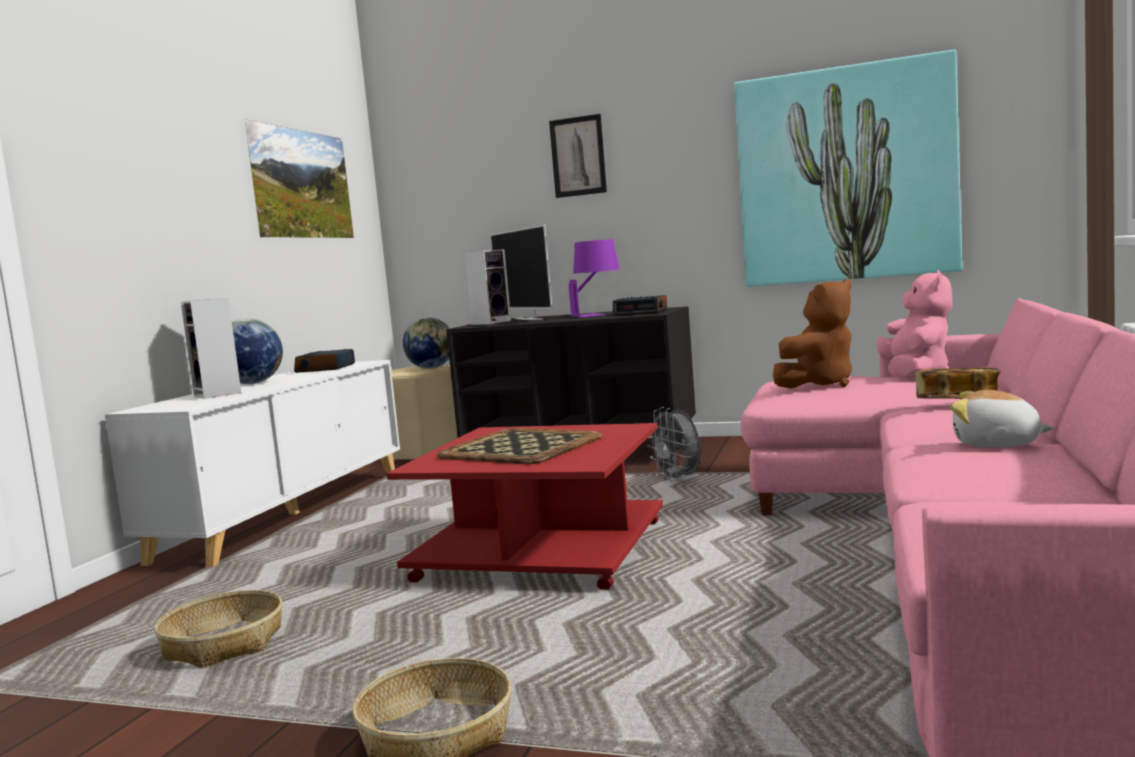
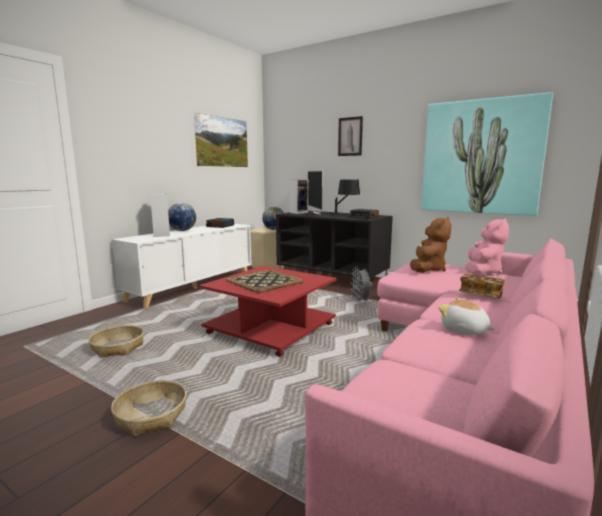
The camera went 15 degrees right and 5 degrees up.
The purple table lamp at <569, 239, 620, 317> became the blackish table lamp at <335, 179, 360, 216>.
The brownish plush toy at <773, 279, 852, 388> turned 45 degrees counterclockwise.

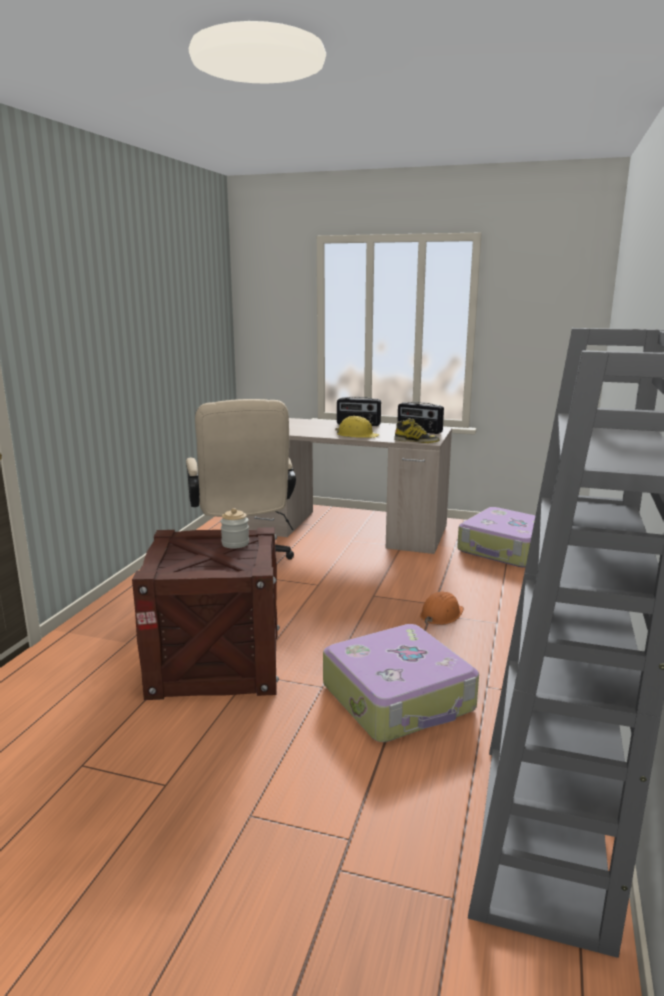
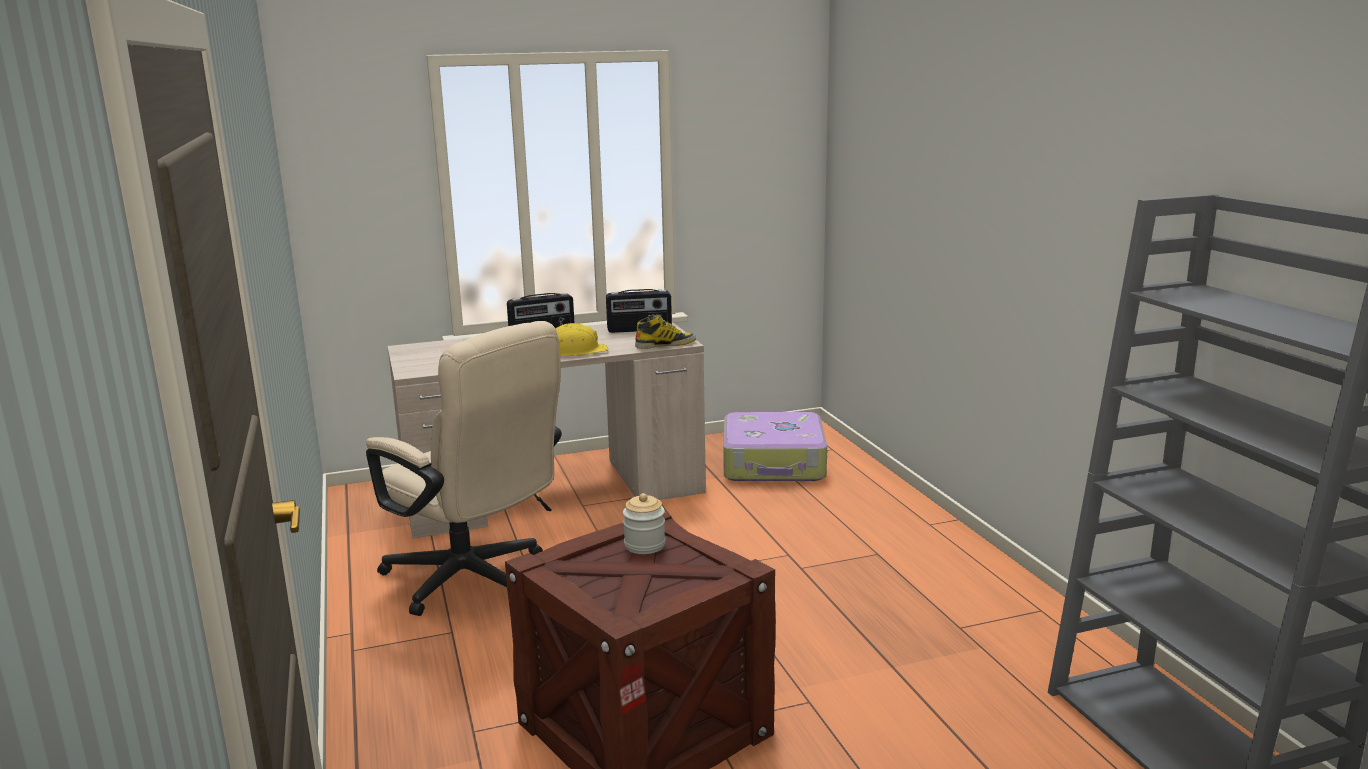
The camera went 35 degrees left and 0 degrees up.
The orange-coloured work helmet at <420, 592, 464, 625> disappeared.
The piece of luggage at <323, 624, 479, 742> disappeared.

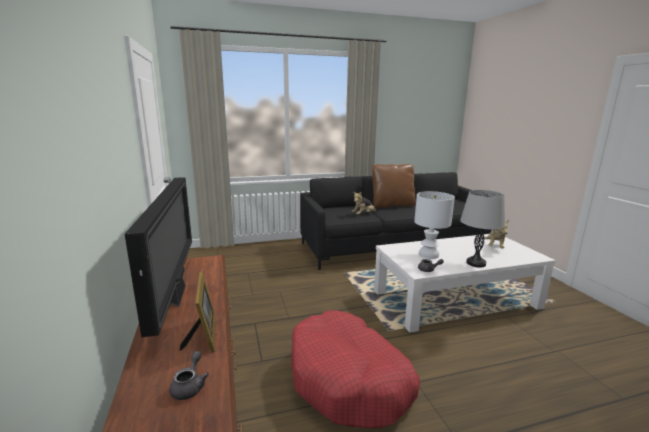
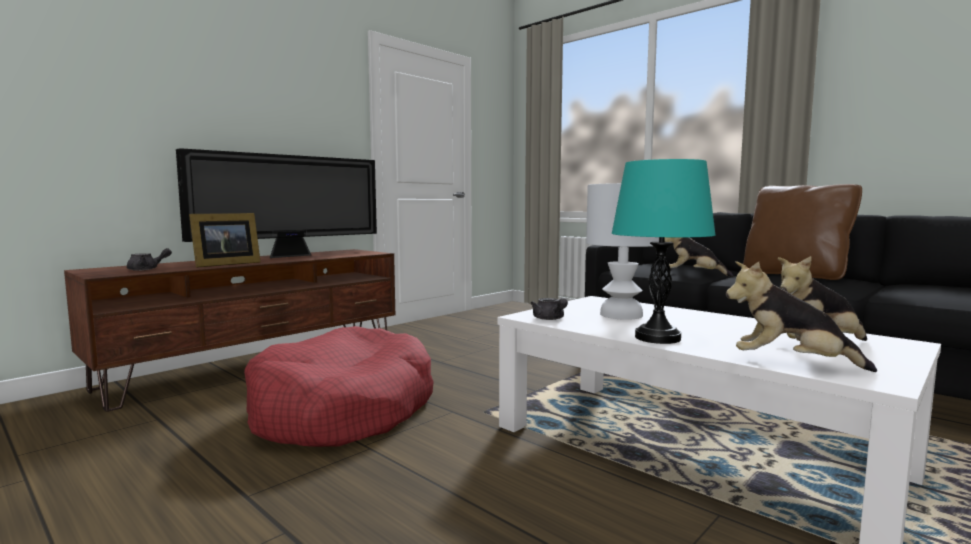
The camera went 60 degrees right and 10 degrees down.
The greyish table lamp at <460, 190, 505, 267> became the blue-green table lamp at <612, 159, 716, 344>.
The plush toy at <726, 261, 877, 372> appeared.

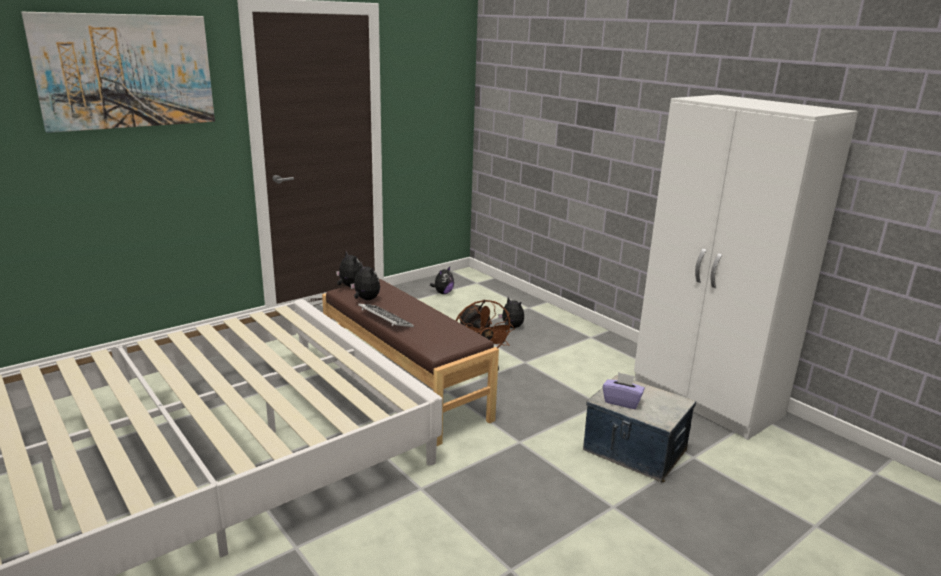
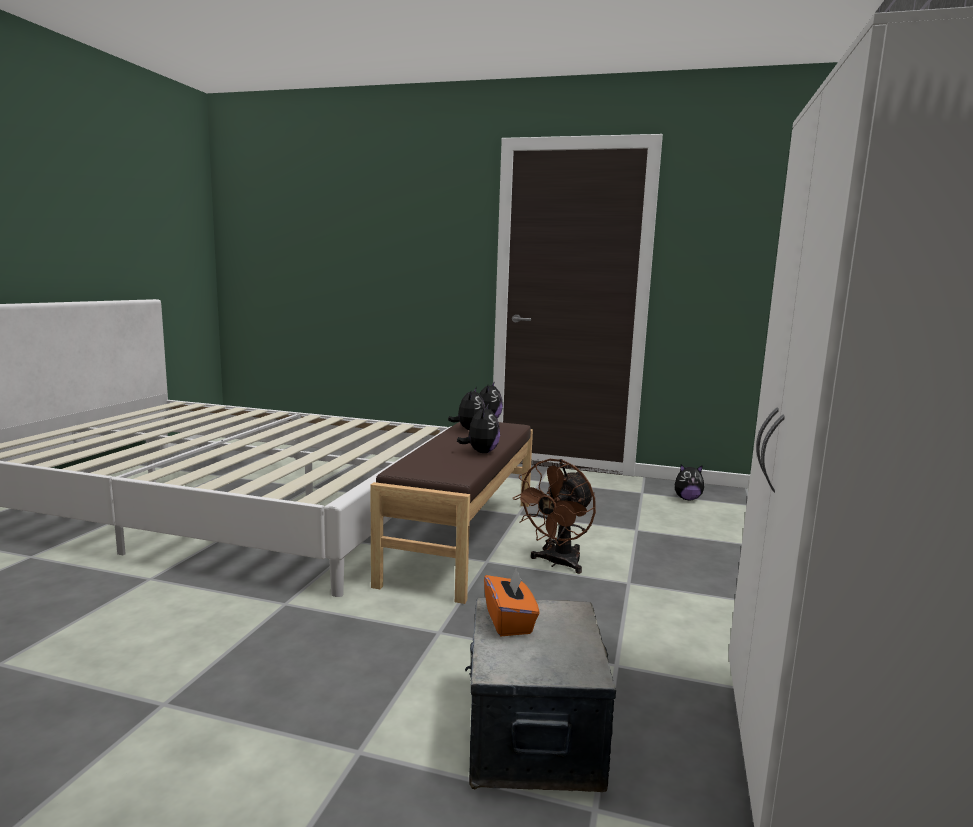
The camera went 55 degrees right and 10 degrees down.
The wall art at <21, 12, 215, 133> disappeared.
The plush toy moved from <498, 297, 524, 328> to <457, 403, 500, 453>.
The PC keyboard at <358, 304, 414, 327> disappeared.
The purple tissue box at <603, 372, 645, 409> became the orange-coloured tissue box at <484, 569, 540, 636>.

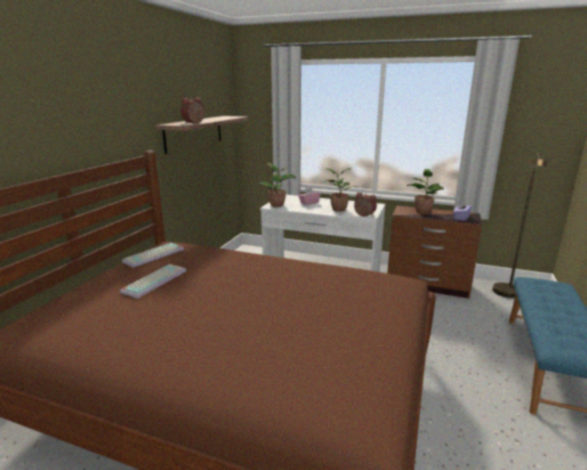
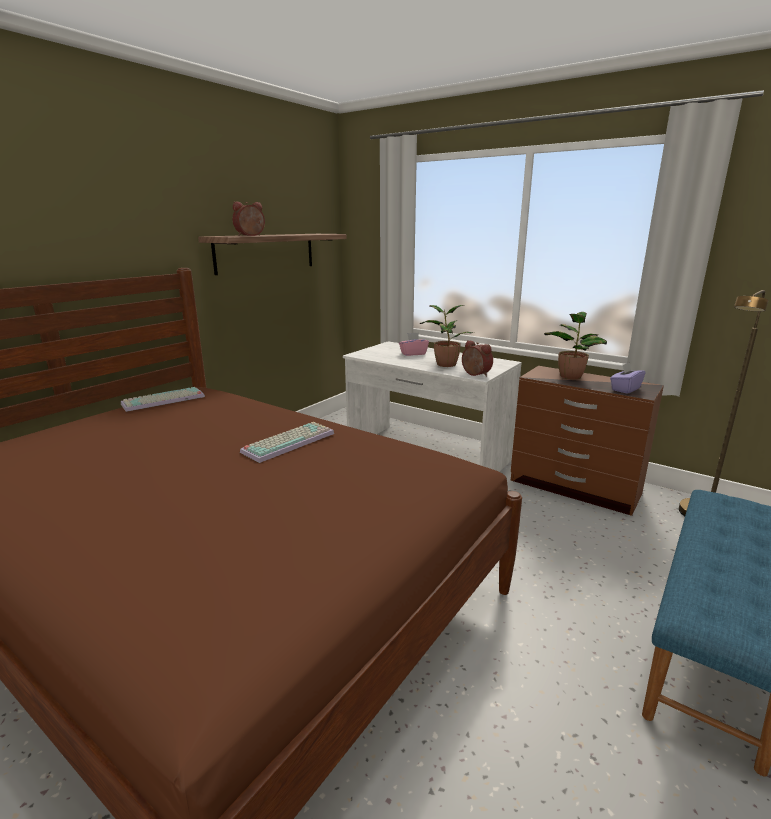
The camera went 15 degrees right and 0 degrees up.
The plant in a pot at <259, 163, 296, 207> disappeared.
The PC keyboard moved from <120, 264, 186, 299> to <240, 422, 334, 463>.

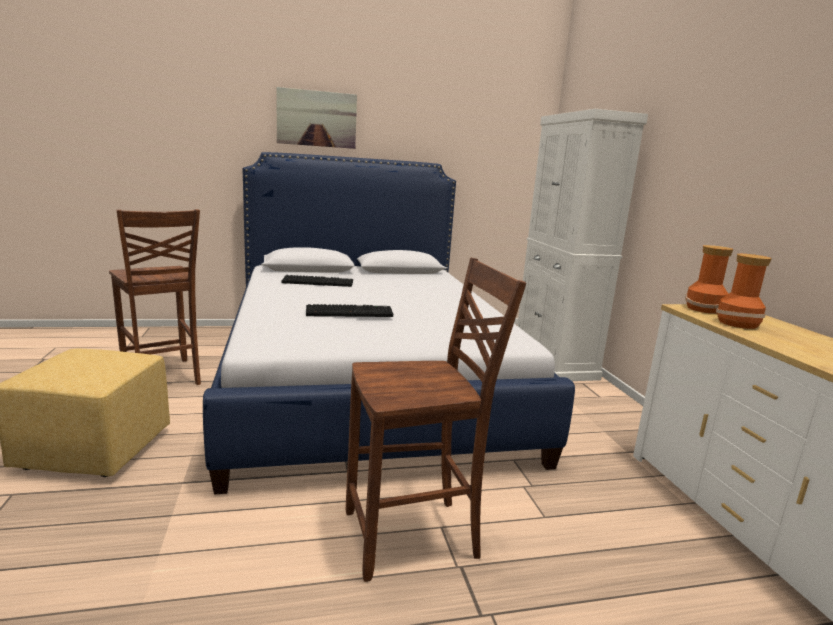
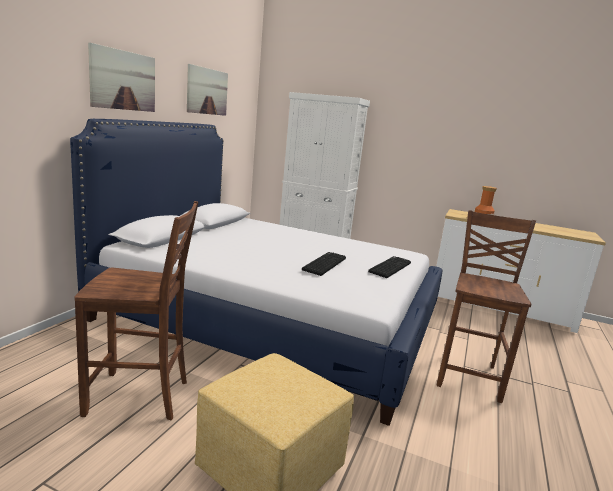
The camera went 55 degrees left and 0 degrees up.
The flower vase at <685, 245, 734, 314> disappeared.
The PC keyboard moved from <282, 275, 353, 287> to <368, 256, 411, 278>.
The wall art at <187, 64, 228, 116> appeared.

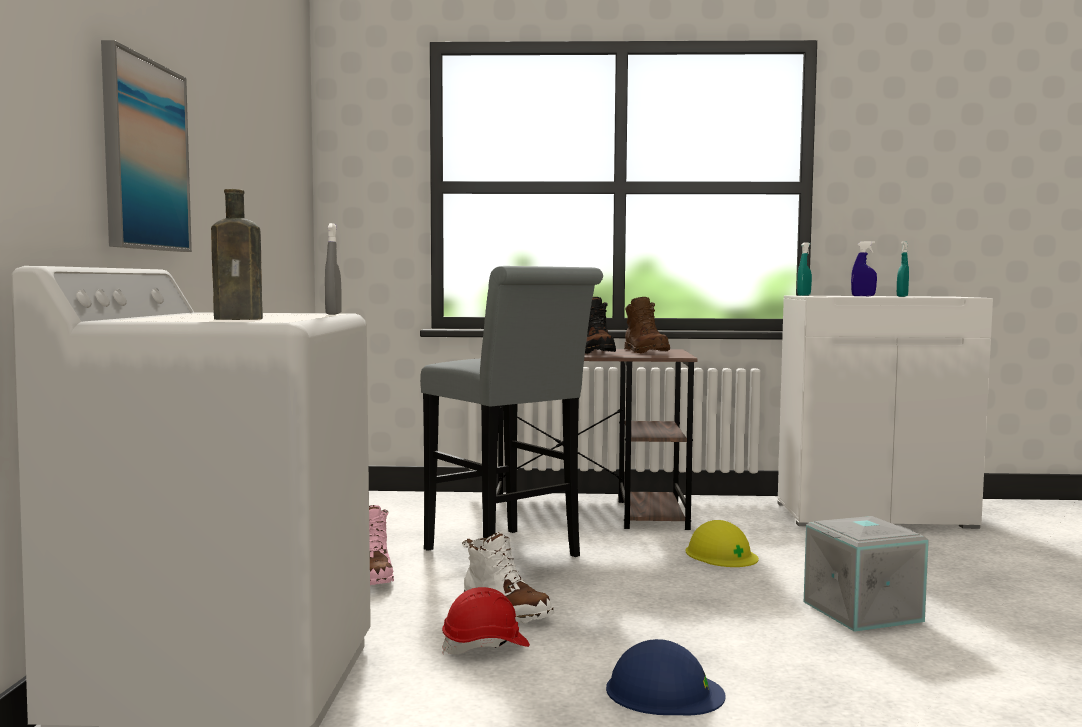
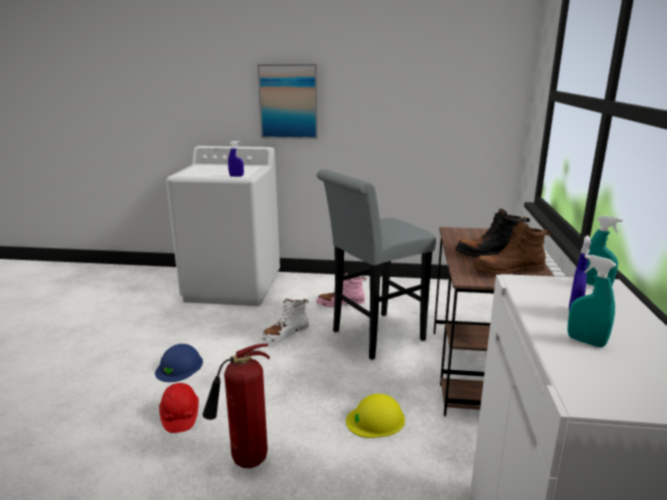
The camera went 95 degrees right and 15 degrees up.
The brownish beverage bottle at <211, 189, 263, 320> disappeared.
The greyish hand sprayer at <325, 223, 341, 315> became the bluish hand sprayer at <228, 141, 244, 177>.
The greyish storage box at <804, 516, 929, 632> was replaced by the fire extinguisher at <202, 344, 270, 468>.
The reddish work helmet moved from <442, 587, 530, 654> to <159, 383, 199, 433>.

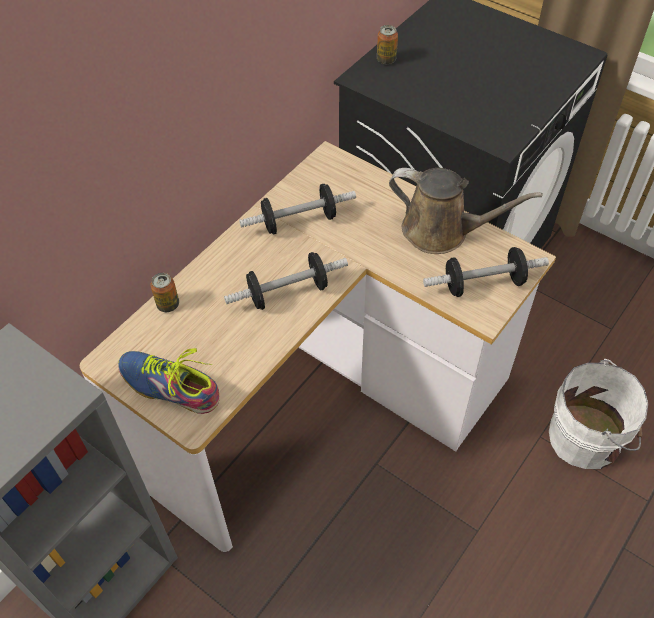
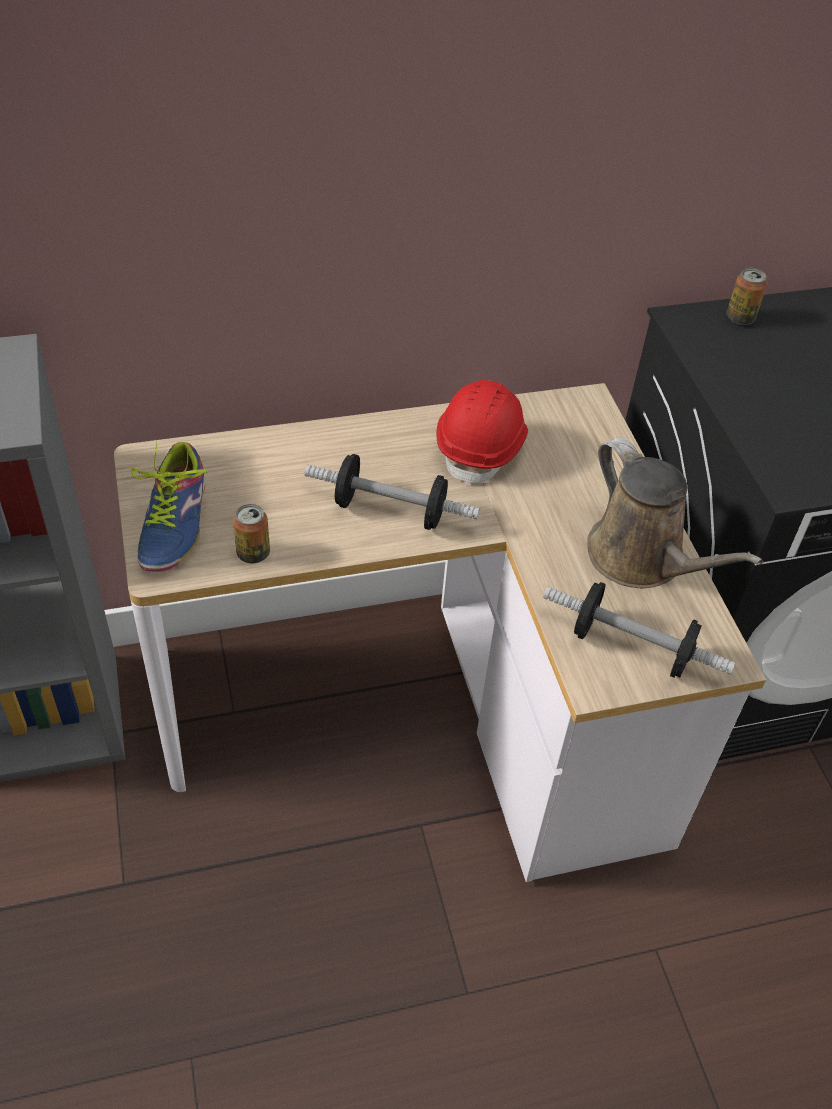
The camera went 35 degrees right and 5 degrees down.
The hand weight at <239, 184, 356, 234> was replaced by the reddish work helmet at <436, 380, 528, 487>.
The sealed can moved from <150, 273, 179, 312> to <233, 504, 270, 563>.
The low shoe at <118, 348, 220, 414> turned 150 degrees counterclockwise.
The white-coloured water bucket at <549, 359, 648, 469> disappeared.

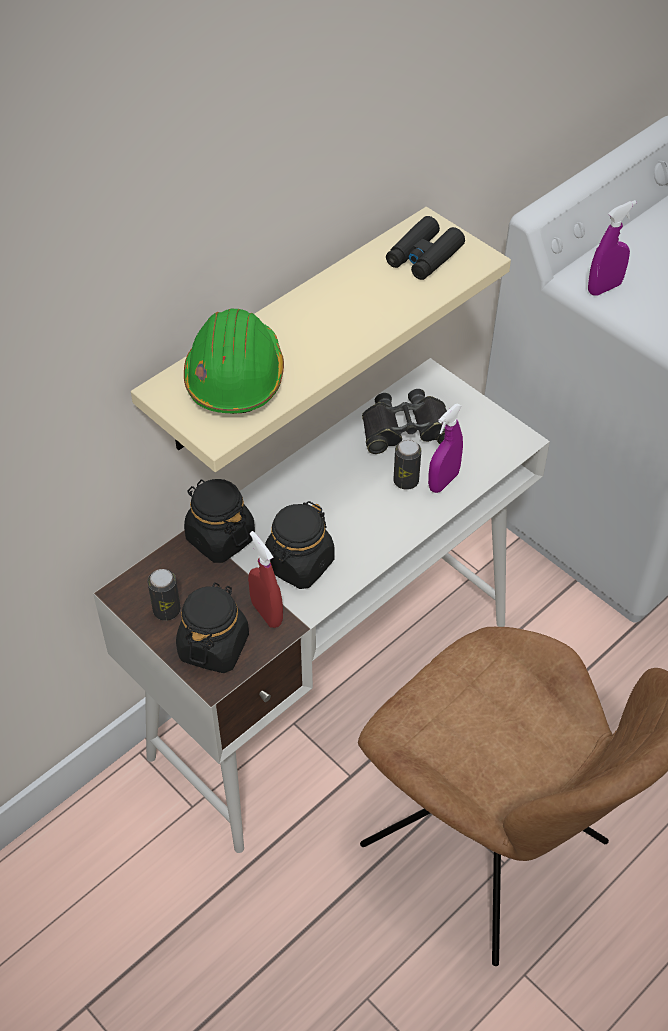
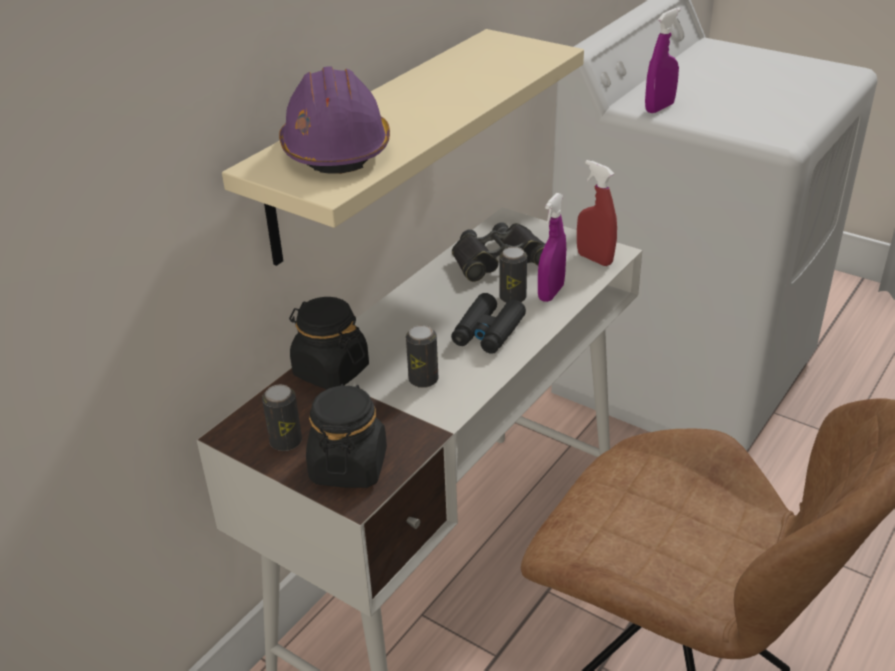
The camera went 10 degrees left and 15 degrees down.
The blackish pair of binoculars moved from <386, 216, 465, 280> to <451, 293, 526, 354>.
The green work helmet at <184, 309, 284, 414> became the purple work helmet at <279, 66, 390, 174>.
The blackish preserve jar at <265, 501, 335, 589> was replaced by the sealed can at <406, 325, 438, 388>.
The reddish hand sprayer moved from <248, 531, 283, 628> to <577, 160, 617, 266>.

